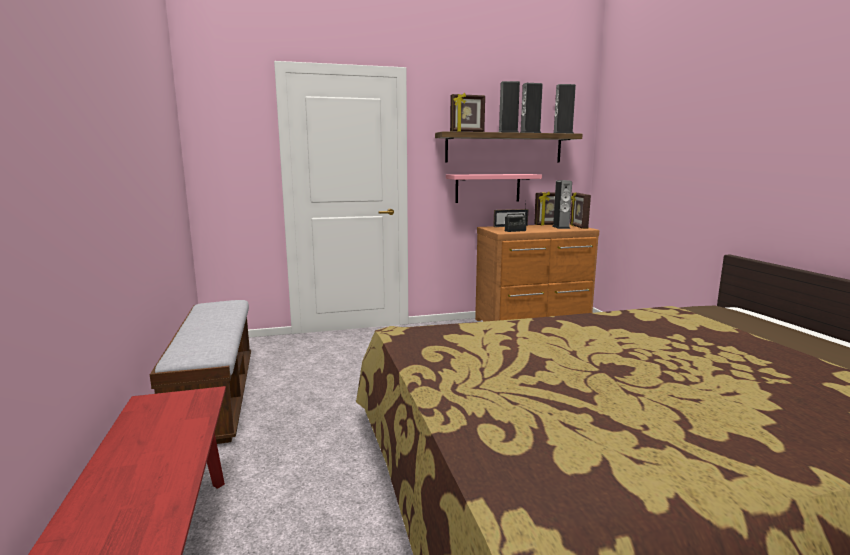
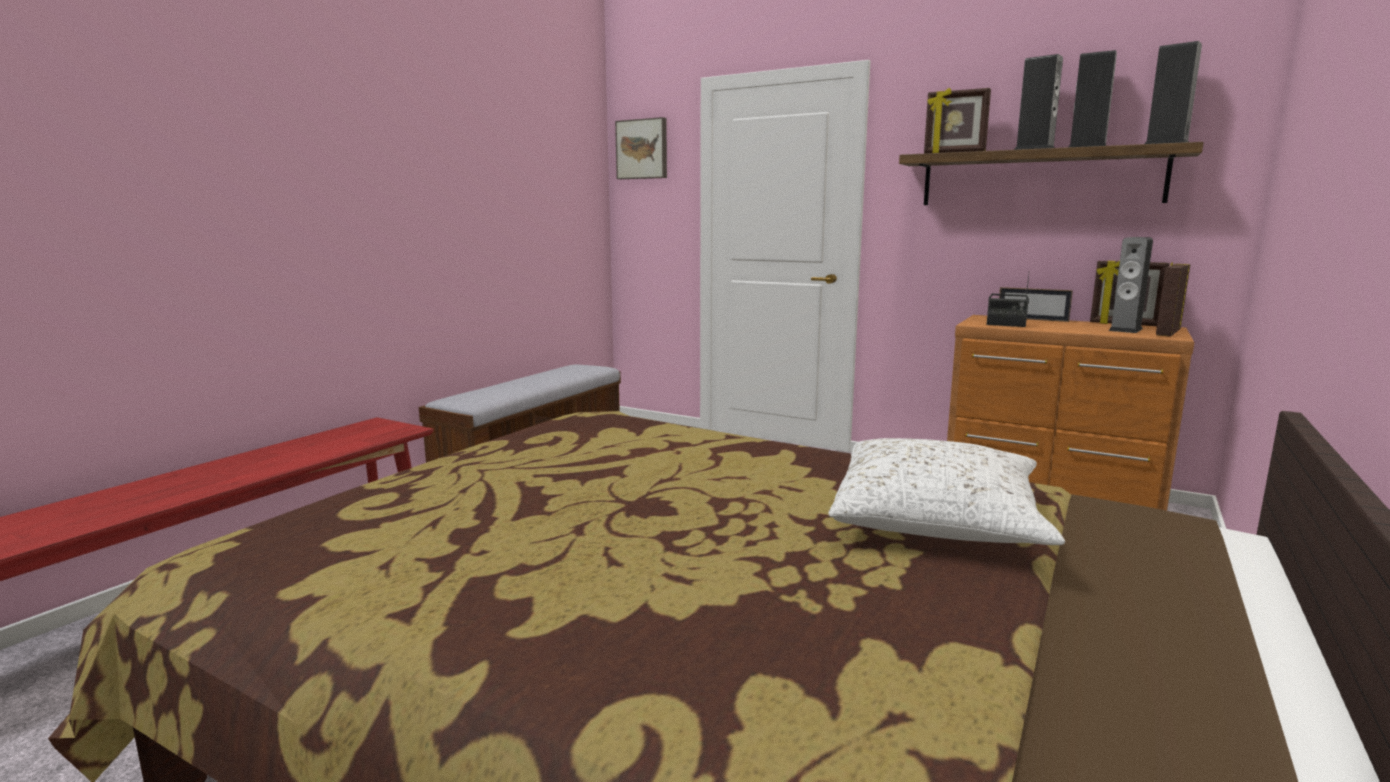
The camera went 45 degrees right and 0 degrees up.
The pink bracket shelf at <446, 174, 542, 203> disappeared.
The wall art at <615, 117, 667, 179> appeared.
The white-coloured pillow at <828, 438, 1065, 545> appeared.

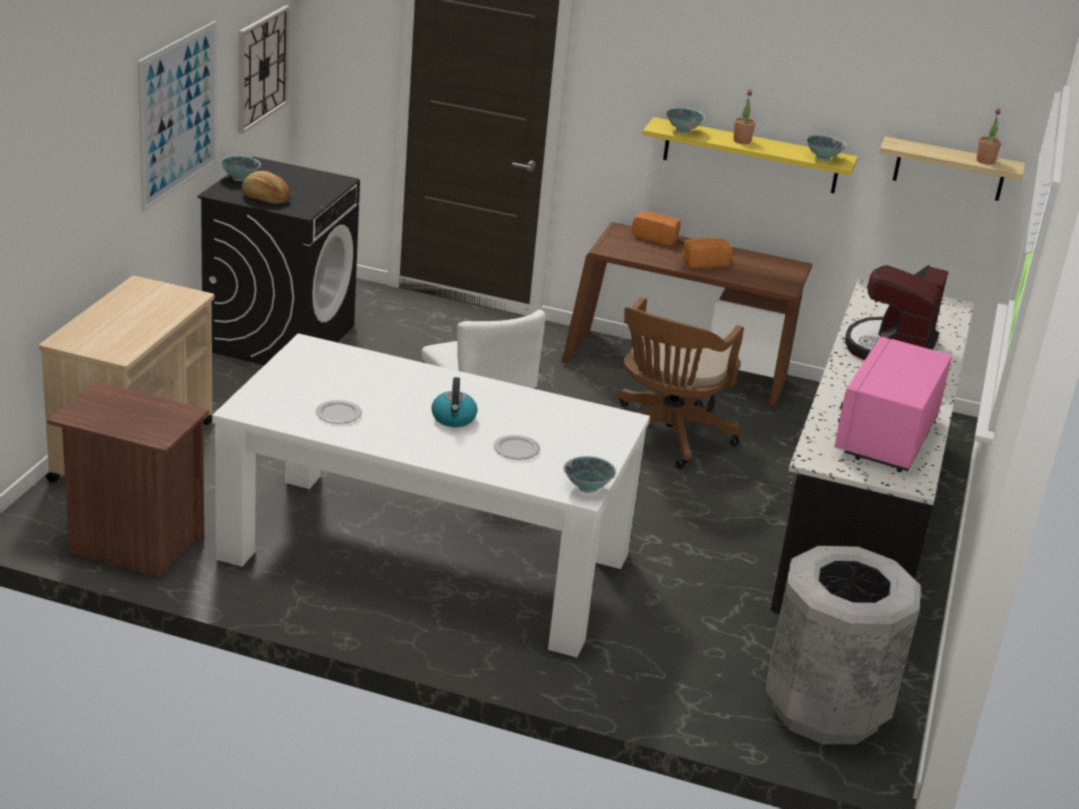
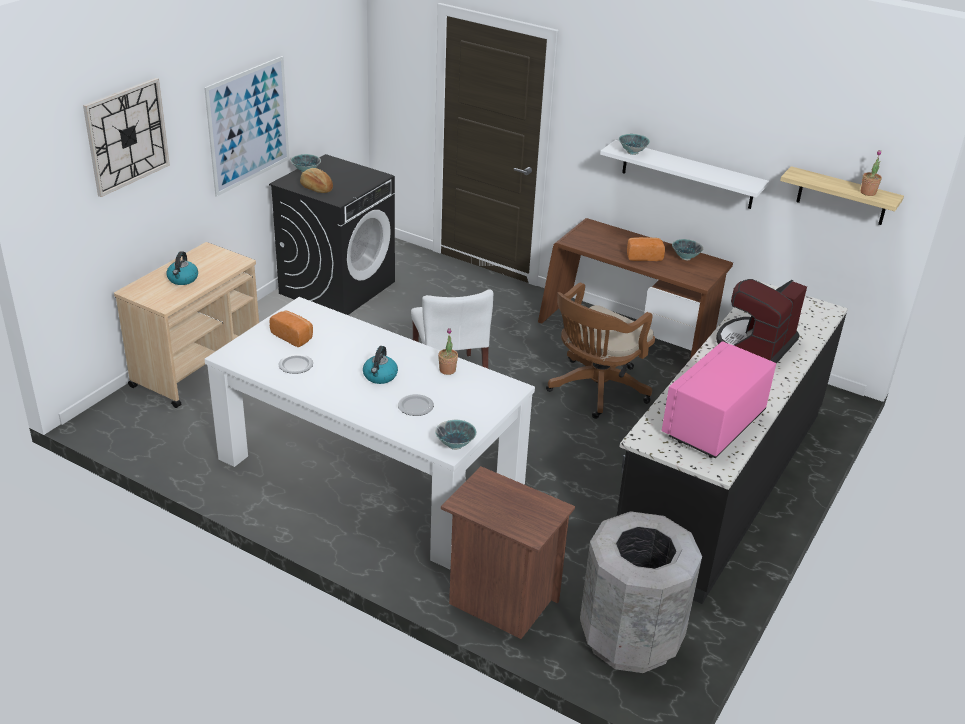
The camera went 15 degrees right and 5 degrees up.
The clock on the wall moved from <239, 5, 290, 134> to <83, 78, 170, 197>.
The plant in a pot moved from <733, 90, 756, 144> to <438, 328, 458, 375>.
The yellow-coloured bracket shelf at <642, 117, 858, 193> became the white-coloured bracket shelf at <600, 140, 769, 209>.
The deep dish moved from <806, 135, 847, 161> to <672, 239, 703, 260>.
The bakery bread moved from <632, 211, 681, 246> to <270, 310, 313, 347>.
The brownish night table moved from <47, 381, 209, 577> to <441, 466, 575, 639>.
The kettle at <166, 251, 198, 285> appeared.

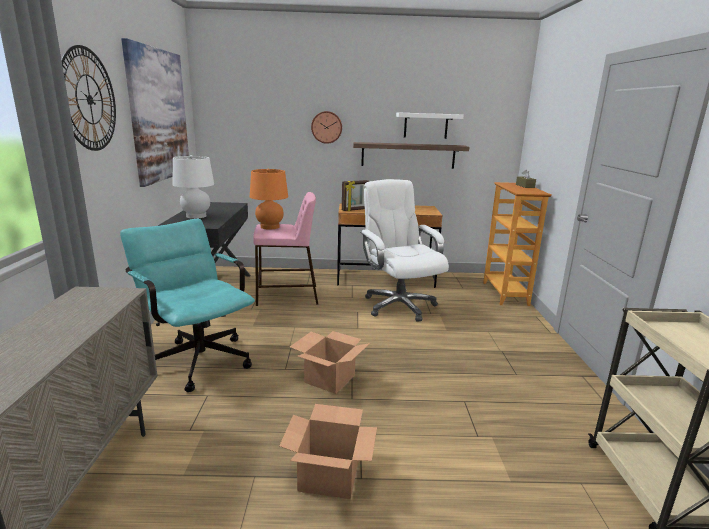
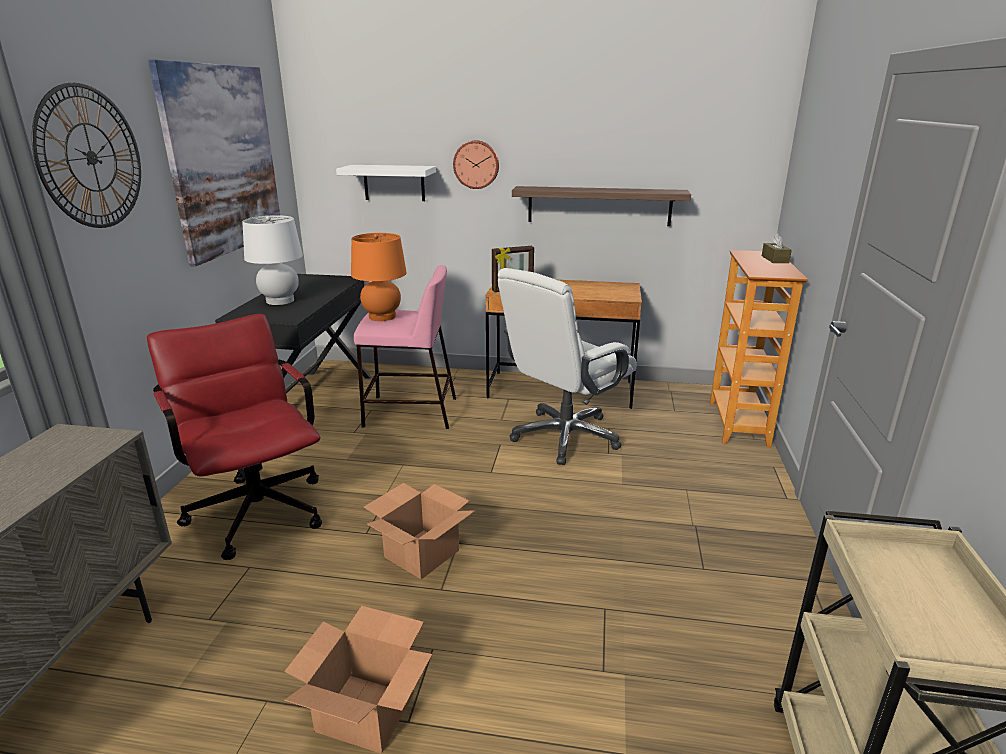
The camera went 10 degrees right and 5 degrees up.
The white-coloured bracket shelf moved from <396, 112, 464, 139> to <336, 165, 436, 201>.
The white-coloured desk chair at <360, 179, 449, 322> turned 120 degrees counterclockwise.
The blue-green desk chair at <120, 219, 255, 392> became the reddish desk chair at <147, 314, 322, 560>.

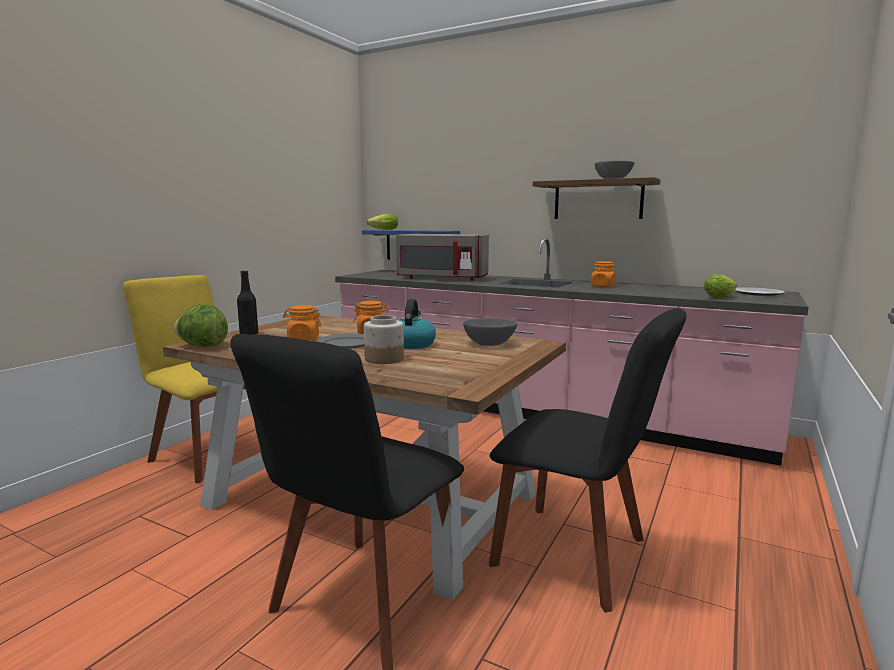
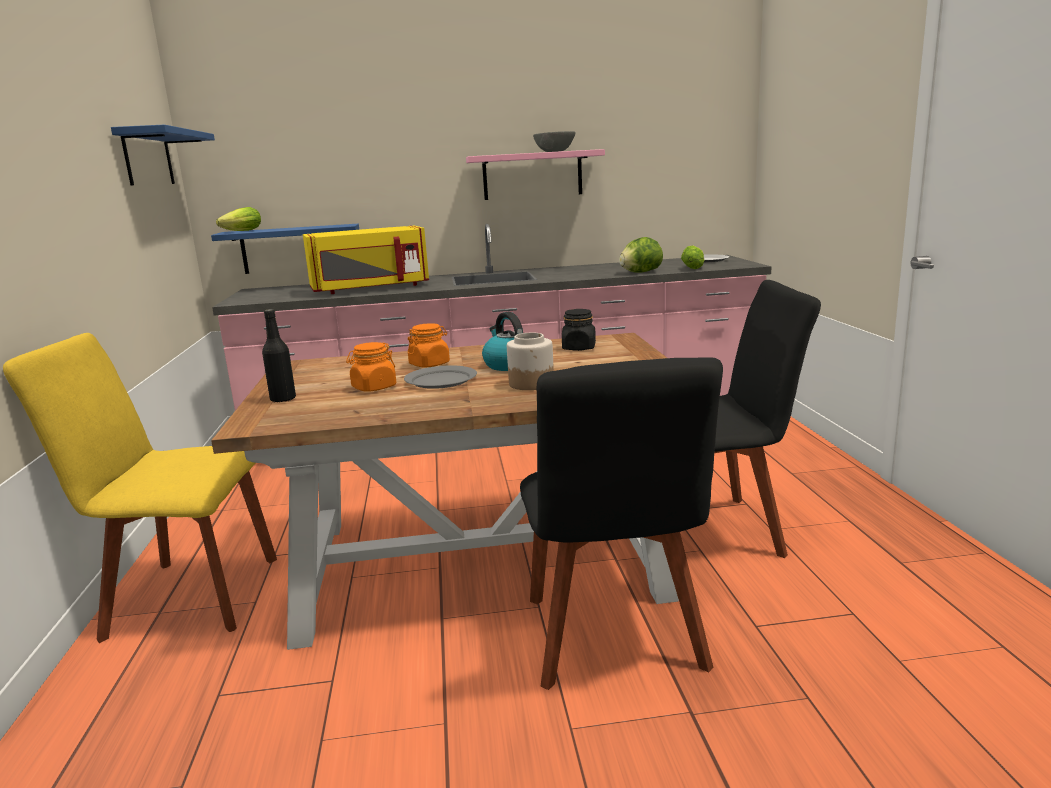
The camera went 35 degrees left and 5 degrees up.
The brownish bracket shelf at <533, 177, 660, 219> became the pink bracket shelf at <466, 149, 605, 200>.
The greyish microwave oven at <396, 234, 489, 281> became the yellow-coloured microwave oven at <303, 225, 429, 294>.
The orange-coloured preserve jar at <591, 261, 616, 287> disappeared.
The lettuce moved from <173, 304, 228, 347> to <619, 237, 663, 273>.
The greyish deep dish at <463, 318, 518, 346> was replaced by the blackish preserve jar at <562, 309, 596, 351>.
The bluish bracket shelf at <111, 125, 215, 185> appeared.

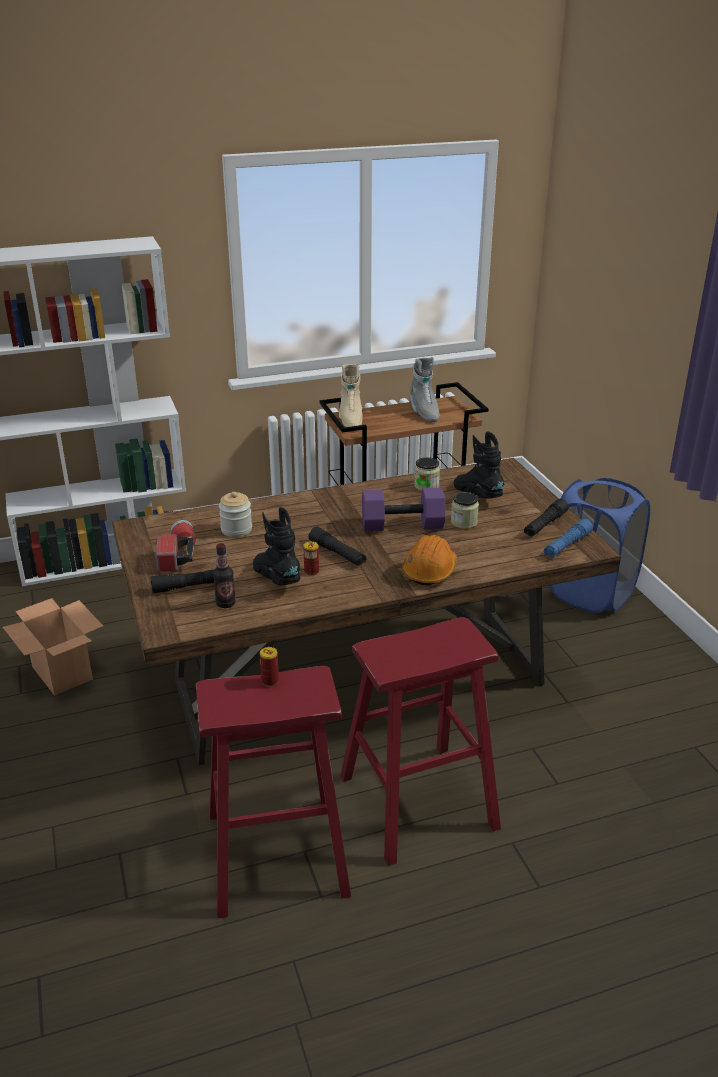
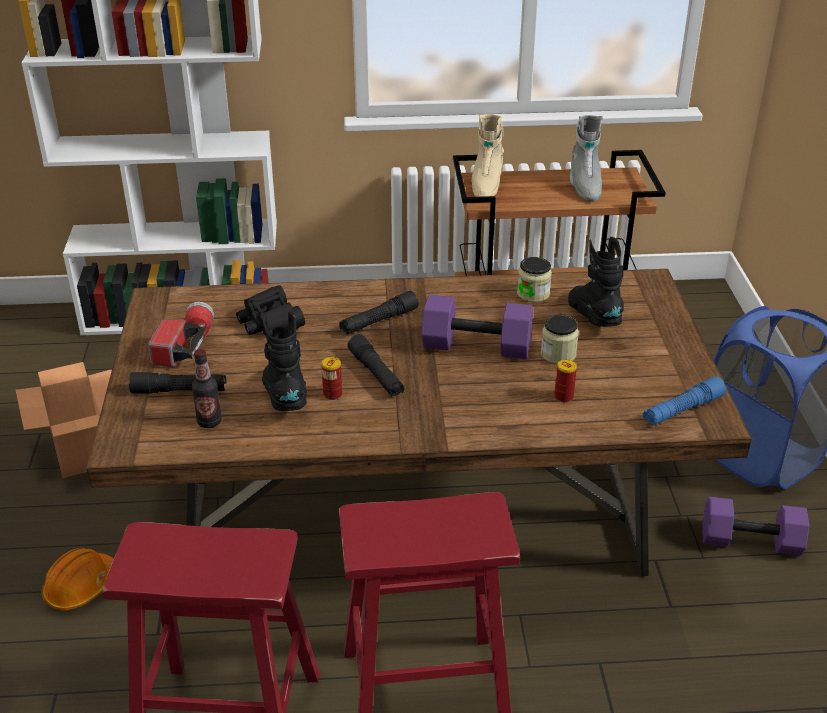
The camera went 15 degrees right and 5 degrees up.
The preserve jar at <219, 492, 252, 537> was replaced by the blackish pair of binoculars at <236, 285, 305, 336>.
The blackish flashlight moved from <524, 499, 569, 536> to <339, 291, 419, 334>.
The orange-coloured work helmet moved from <402, 535, 457, 586> to <42, 548, 114, 610>.
The sealed can moved from <260, 647, 279, 686> to <554, 359, 577, 403>.
The purple hand weight at <702, 497, 809, 556> appeared.

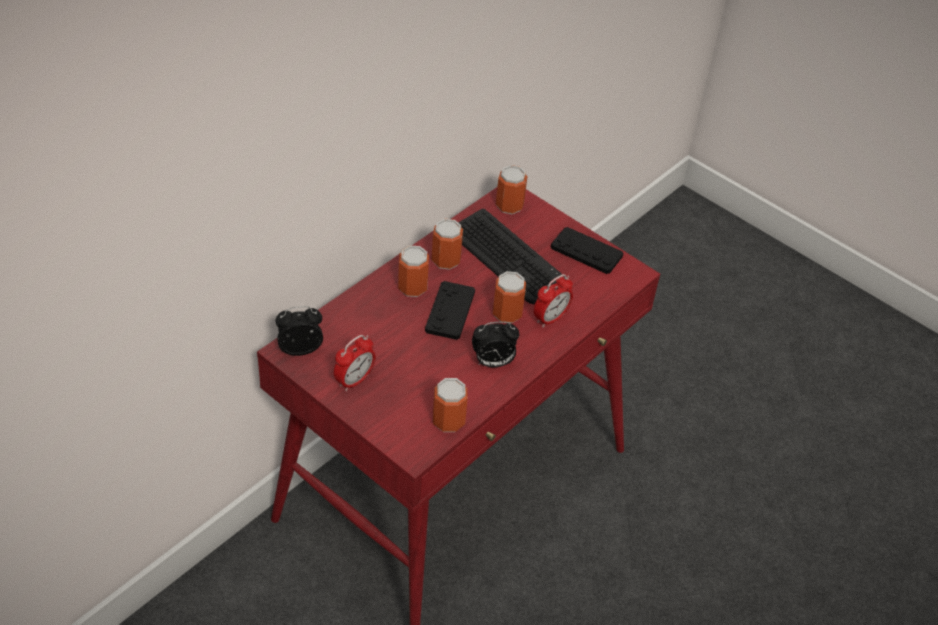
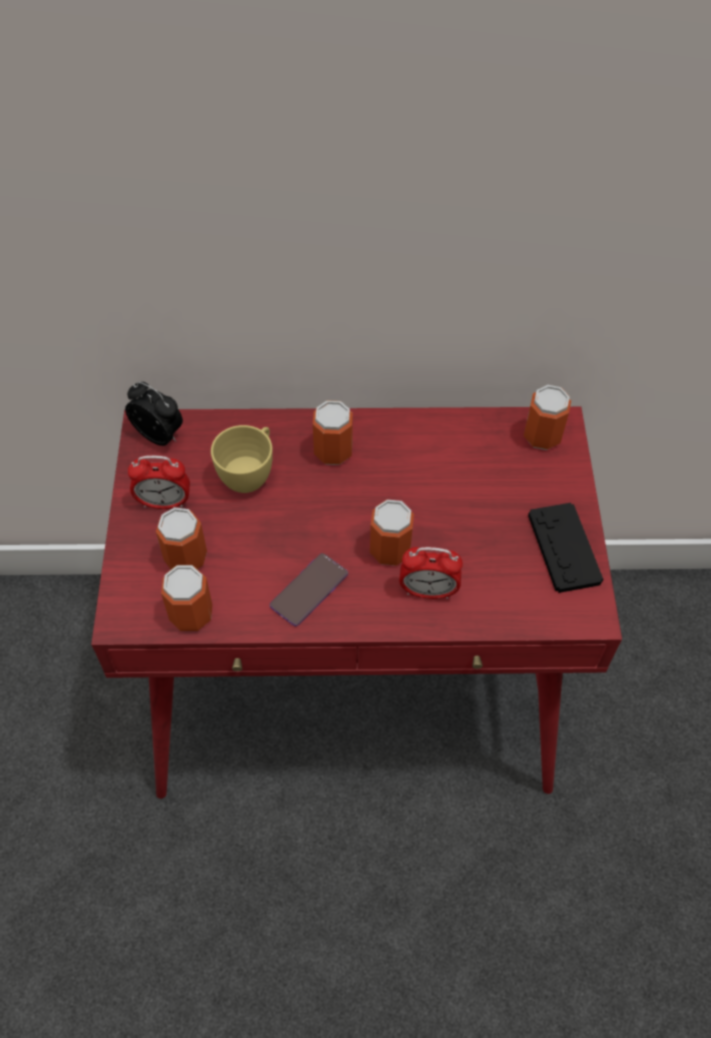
The camera went 50 degrees right and 10 degrees up.
The PC keyboard at <458, 209, 564, 304> disappeared.
The sealed can moved from <432, 219, 463, 270> to <156, 507, 207, 569>.
The blackish gamepad at <425, 281, 475, 340> disappeared.
The bedside clock at <472, 322, 520, 367> was replaced by the phone at <270, 553, 348, 626>.
The yellow-coloured cup at <211, 425, 273, 493> appeared.

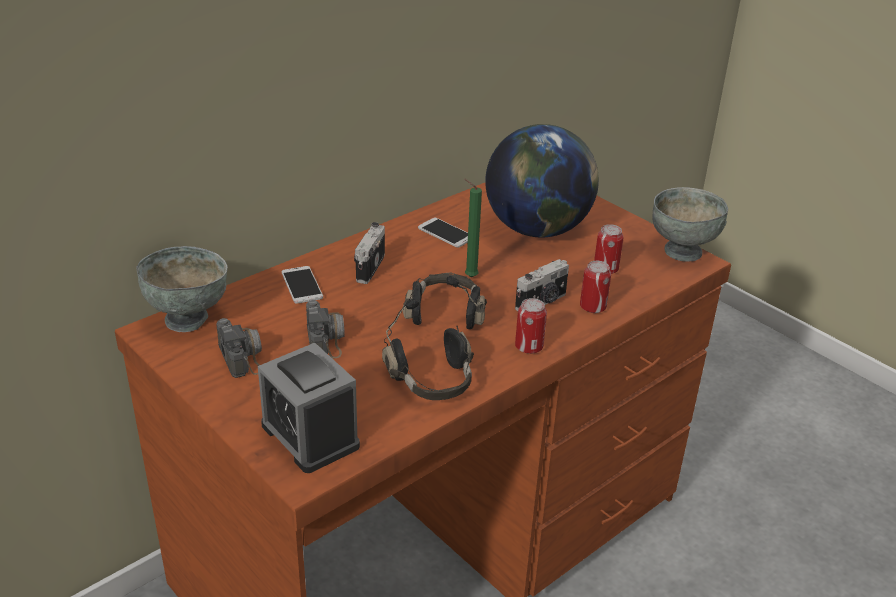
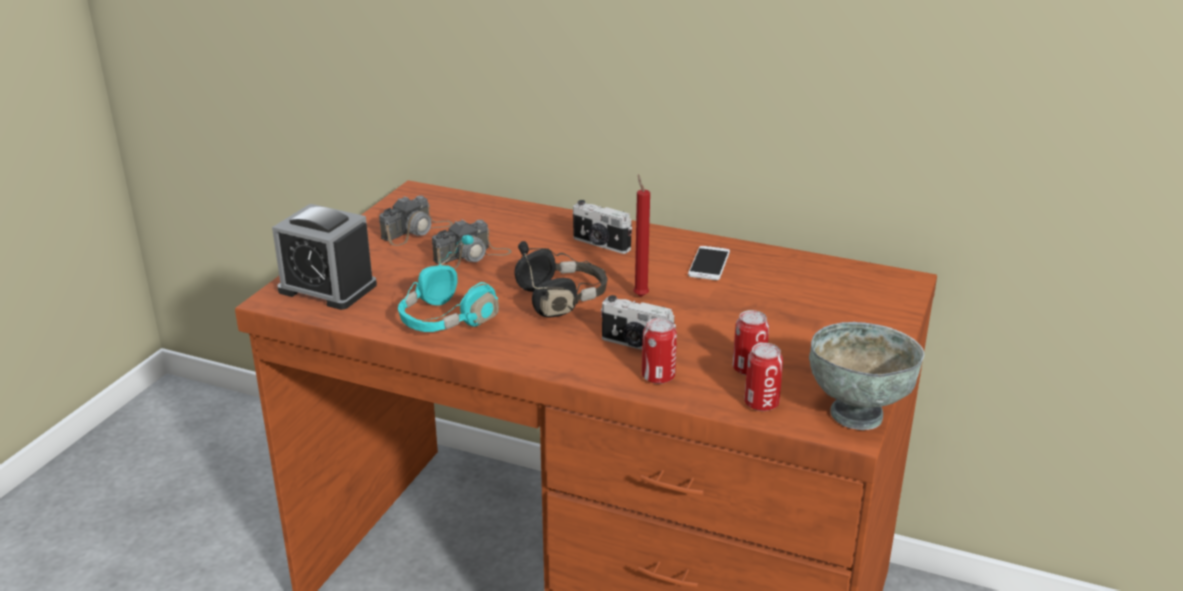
The camera went 65 degrees right and 5 degrees down.
The globe at <485, 124, 599, 238> disappeared.
The green wax light at <464, 179, 482, 277> became the reddish wax light at <633, 175, 650, 297>.
The photo camera at <354, 222, 385, 284> turned 135 degrees counterclockwise.
The greyish deep dish at <136, 246, 228, 332> disappeared.
The phone at <282, 266, 323, 304> disappeared.
The sealed can moved from <515, 298, 547, 354> to <744, 343, 783, 411>.
The blackish headset at <382, 299, 474, 400> became the blue-green headset at <398, 235, 499, 332>.
The bedside clock at <258, 343, 360, 473> turned 90 degrees counterclockwise.

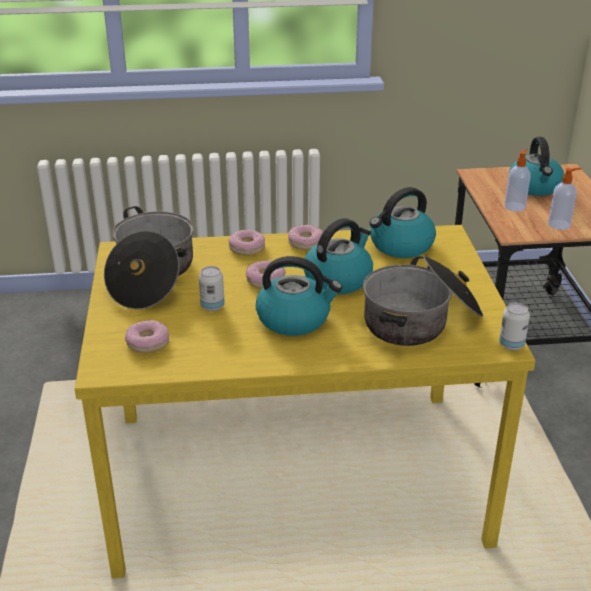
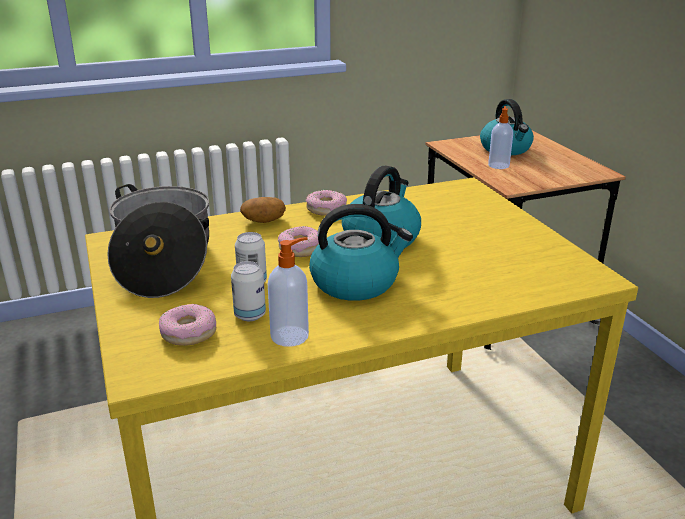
The camera went 15 degrees left and 5 degrees down.
The soap dispenser moved from <548, 168, 581, 230> to <268, 237, 309, 347>.
The kettle at <370, 187, 436, 258> disappeared.
The donut at <228, 230, 265, 256> was replaced by the whole potato at <240, 197, 286, 223>.
The cooking pot at <363, 256, 484, 346> disappeared.
The sealed can moved from <499, 303, 530, 350> to <231, 261, 266, 321>.

